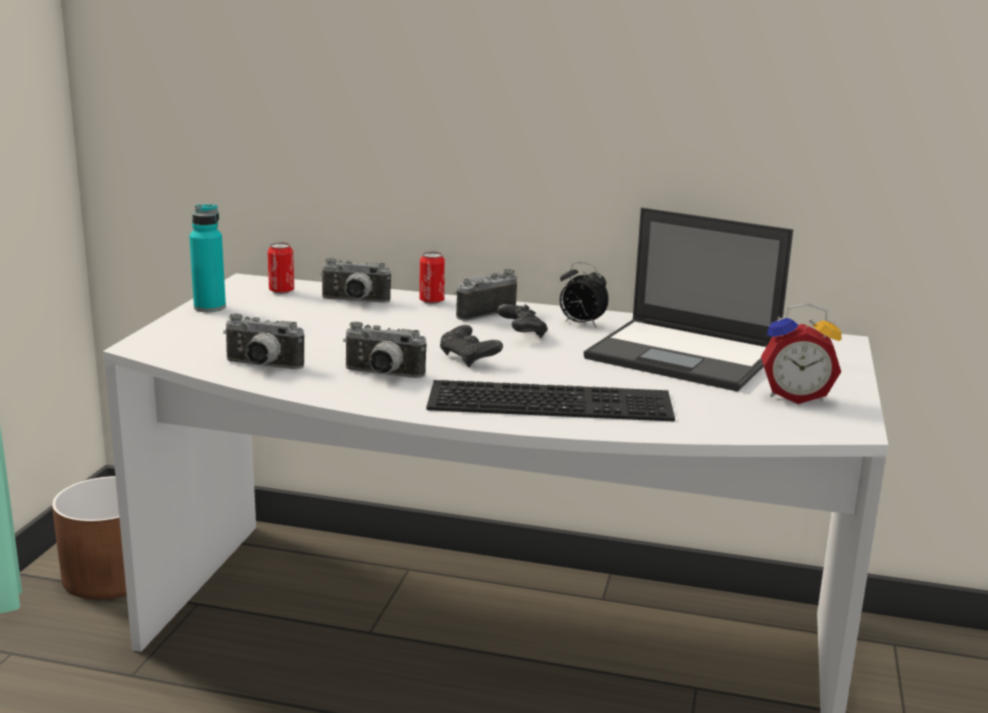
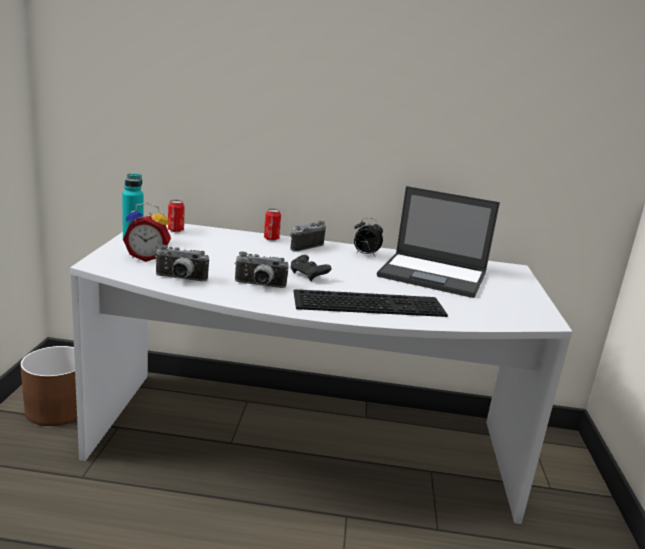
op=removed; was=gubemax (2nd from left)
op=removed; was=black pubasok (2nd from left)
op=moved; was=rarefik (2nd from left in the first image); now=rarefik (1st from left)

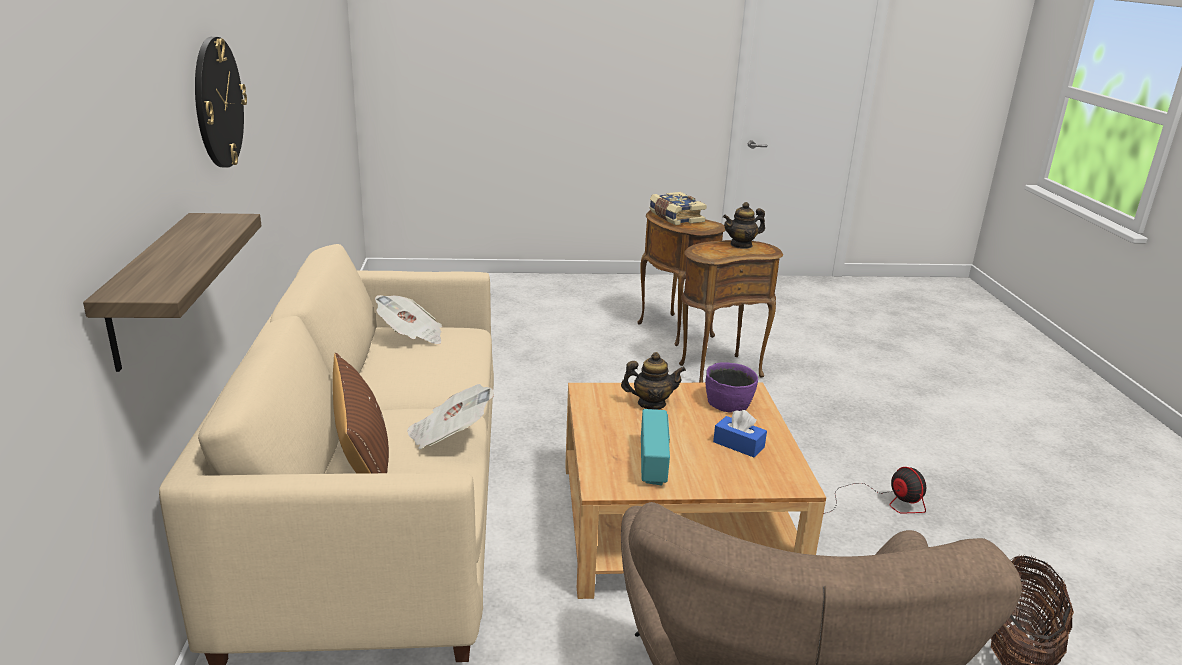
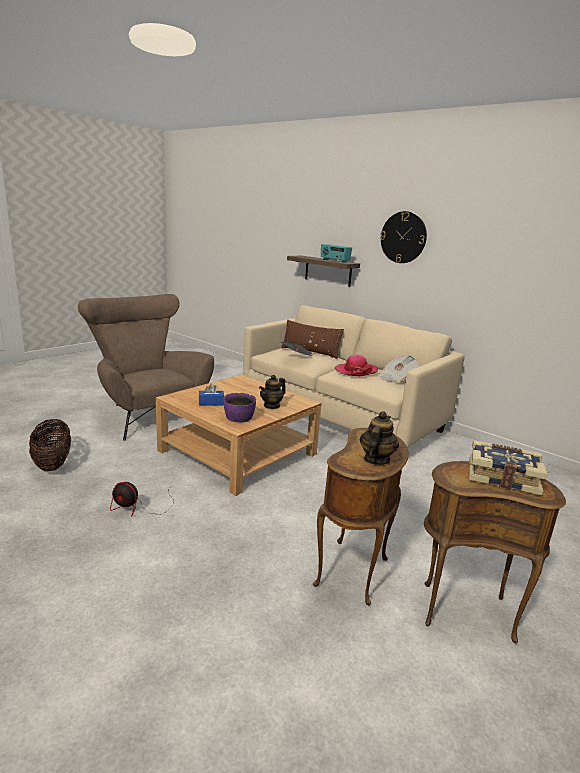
op=moved; was=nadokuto
op=added; now=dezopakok

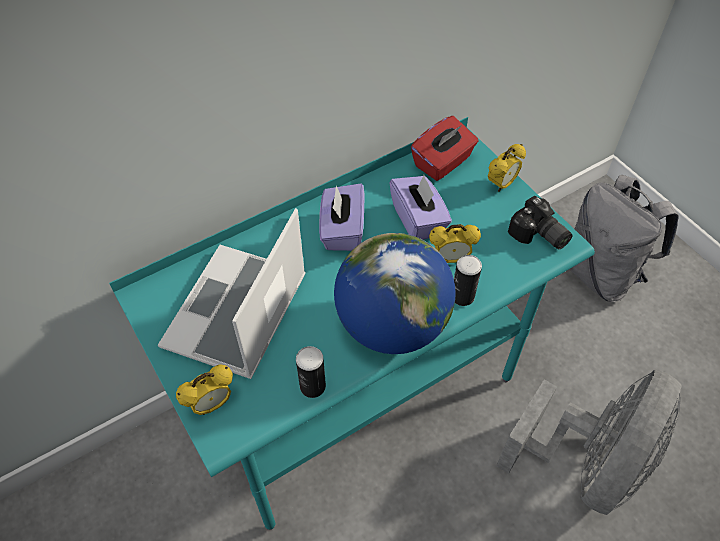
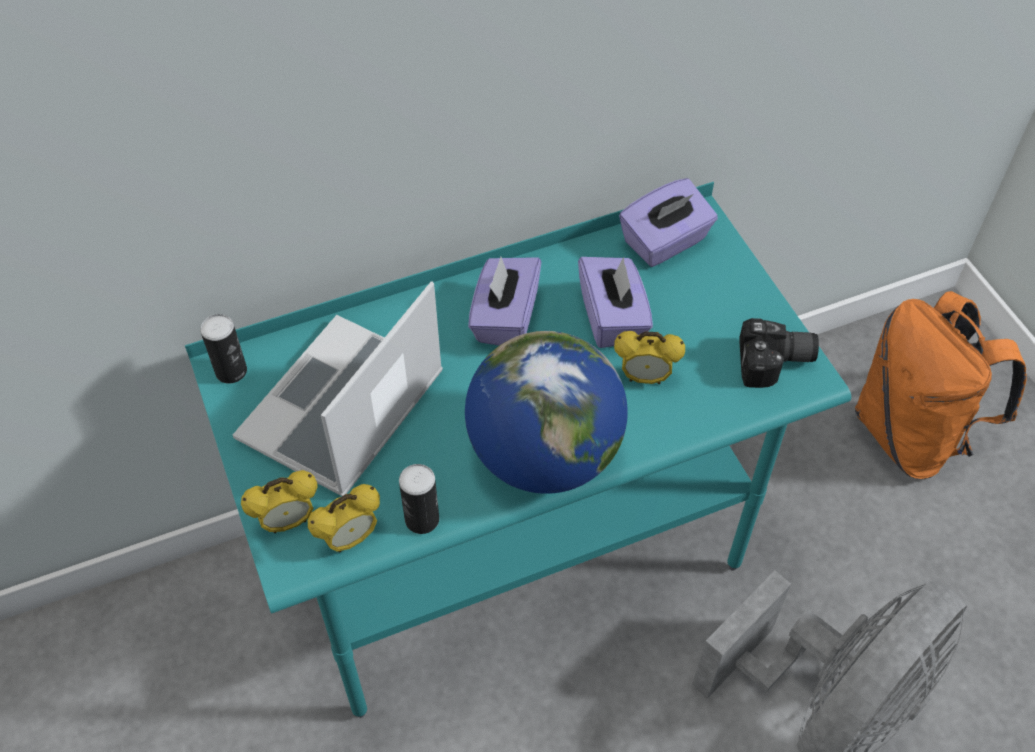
op=recoloured; was=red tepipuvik; now=purple tepipuvik (3rd from left)
op=moved; was=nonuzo (2nd from left in the first image); now=nonuzo (1st from left)
op=moved; was=rarefik (3rd from left in the first image); now=rarefik (2nd from left)
op=turned; was=gubemax; clockwise=-60
op=recoloured; was=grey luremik; now=orange luremik

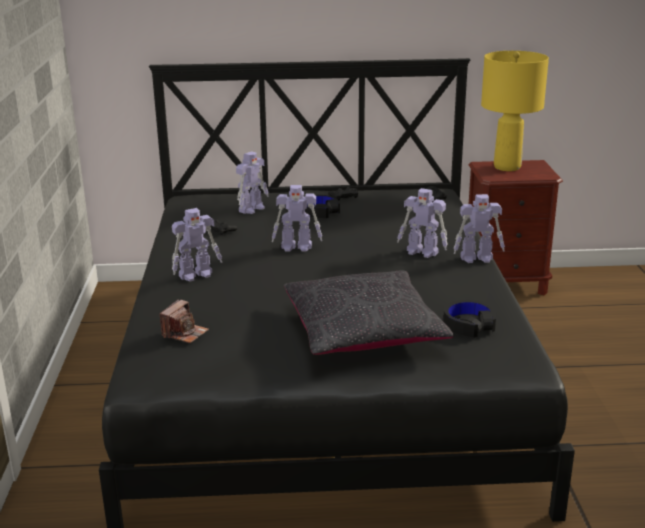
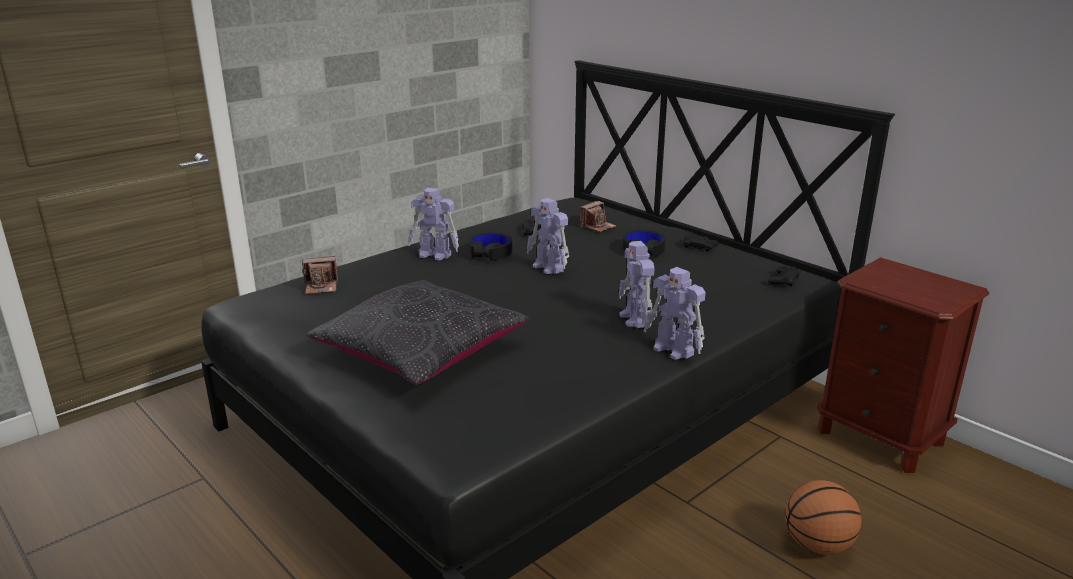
op=replaced; was=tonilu (2nd from left); now=gubemax (2nd from left)
op=moved; was=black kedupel (2nd from left in the first image); now=black kedupel (1st from left)
op=removed; was=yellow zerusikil
op=added; now=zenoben

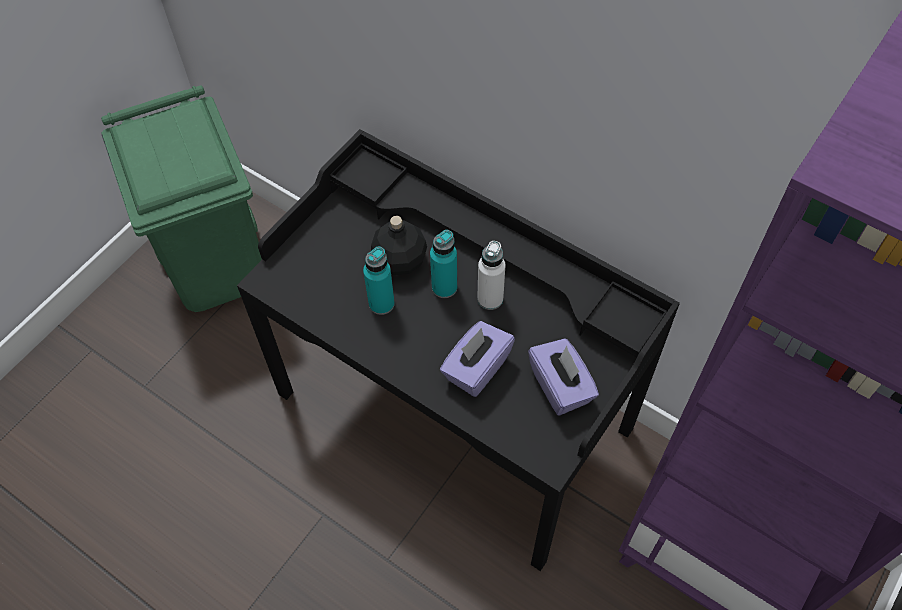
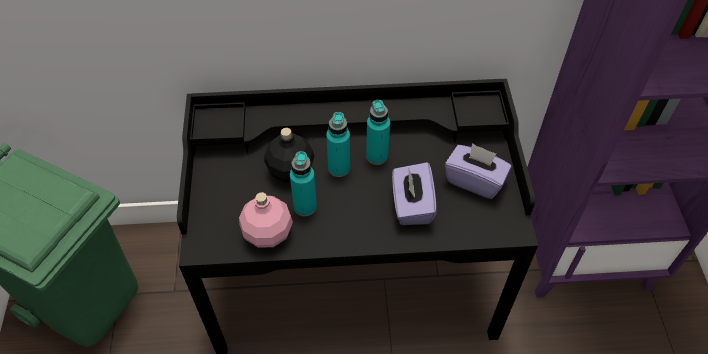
op=recoloured; was=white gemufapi; now=turquoise gemufapi (3rd from left)
op=added; now=pink gemufapi

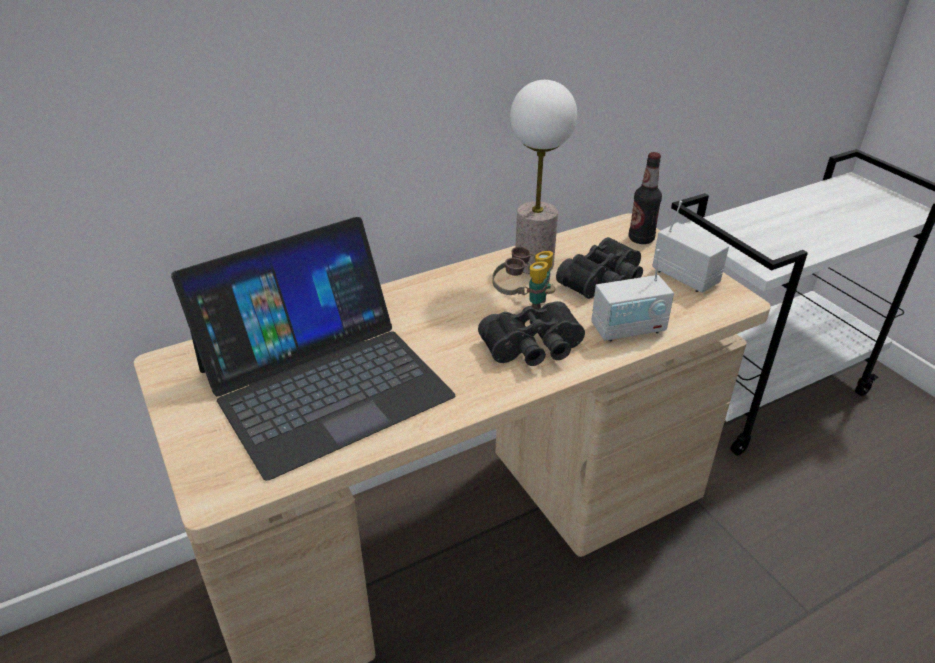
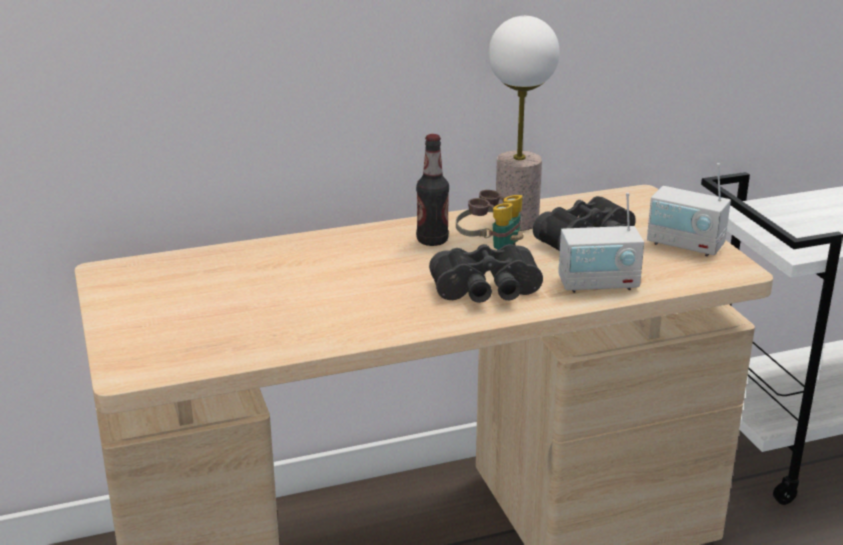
op=removed; was=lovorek
op=moved; was=gemufapi
op=turned; was=nadokuto (2nd from left); clockwise=150

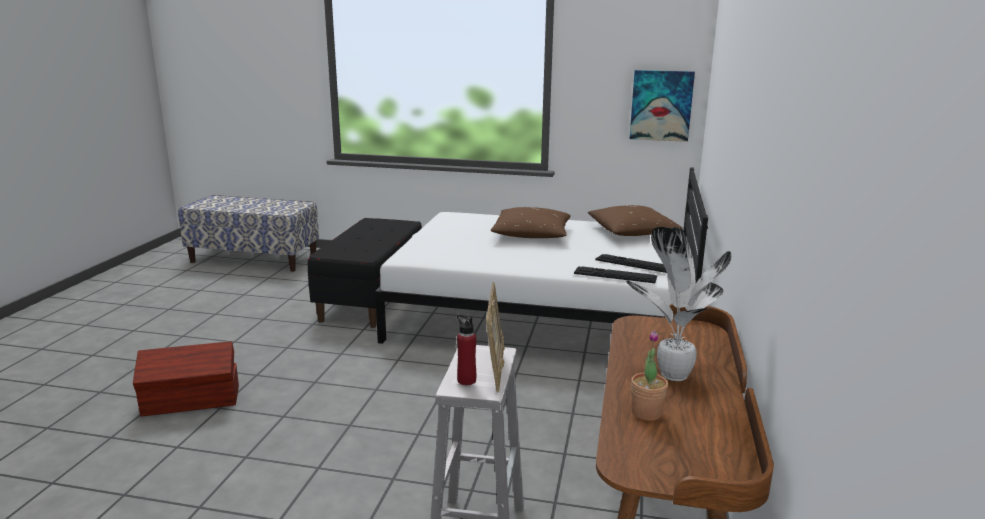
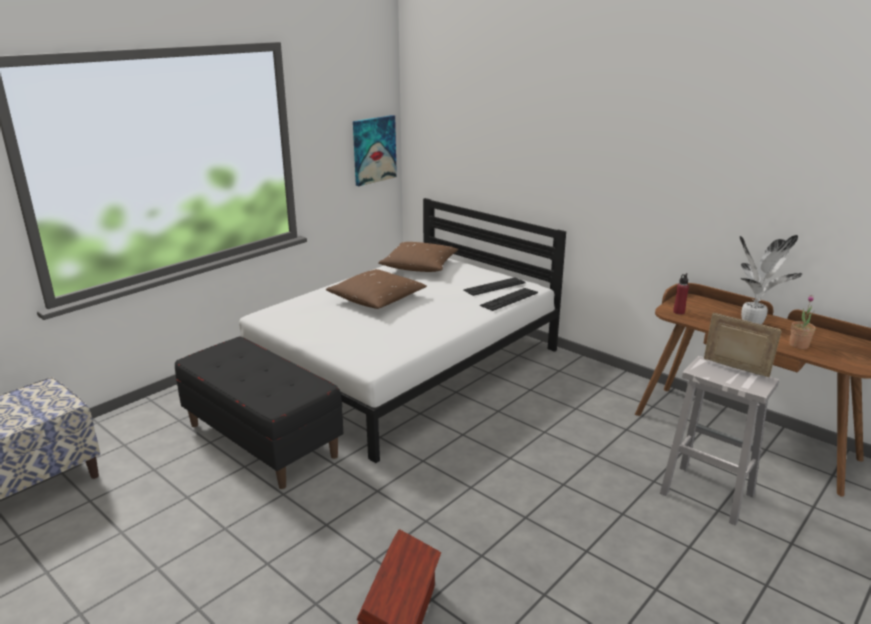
op=moved; was=red gemufapi

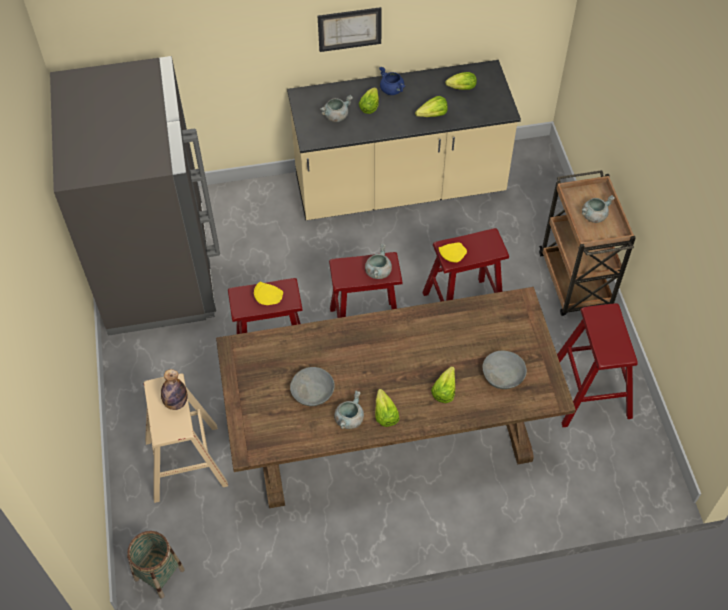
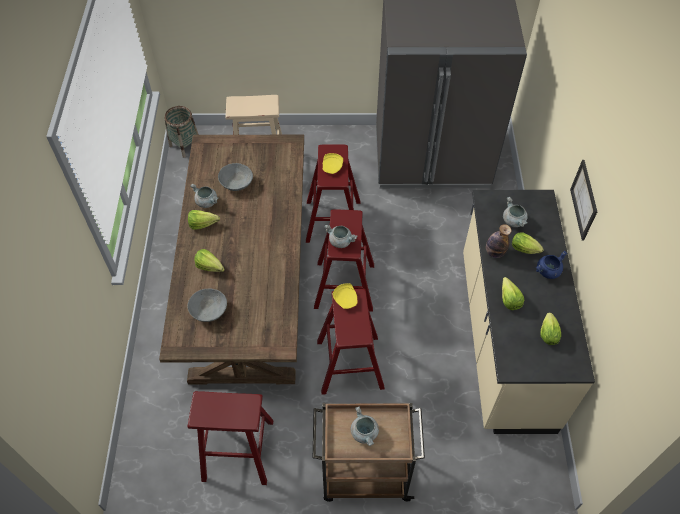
op=moved; was=gemufapi

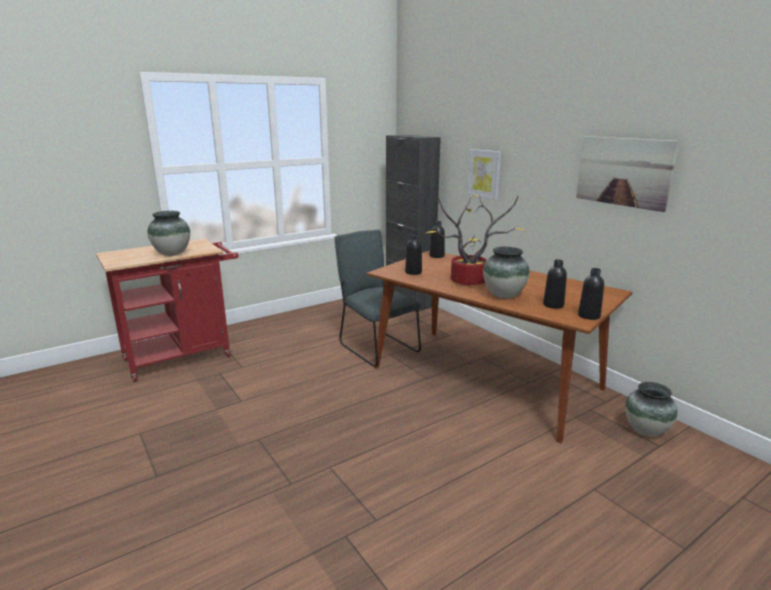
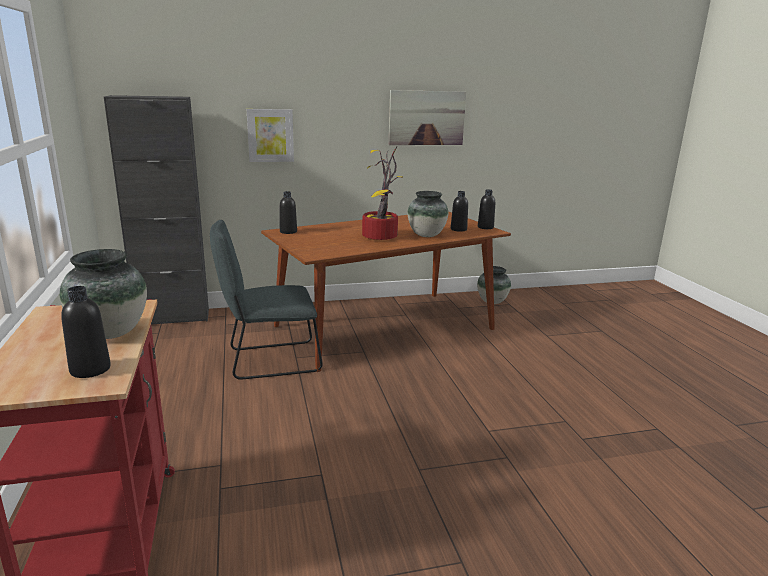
op=moved; was=black gemufapi (1st from left)

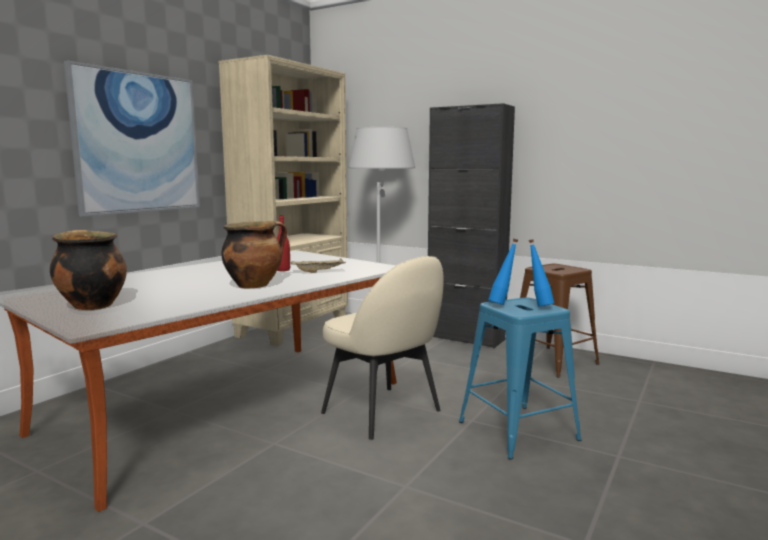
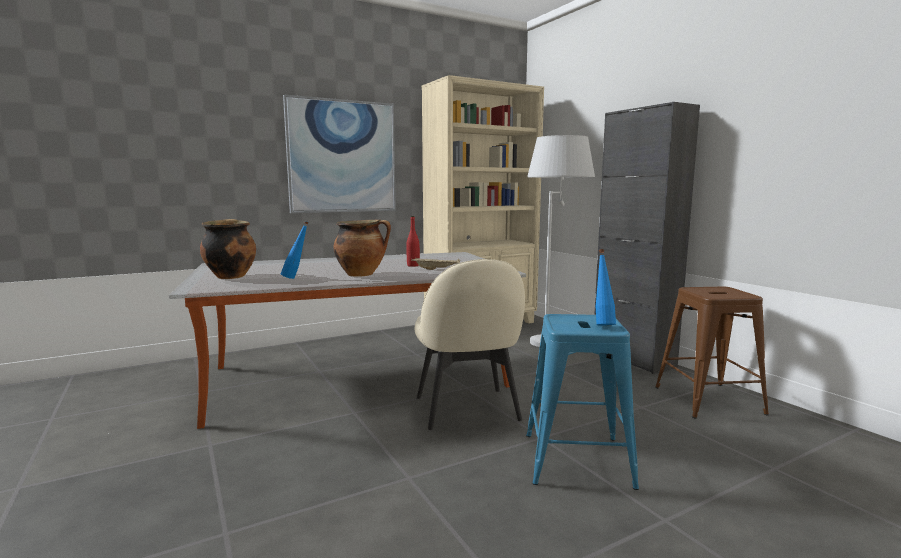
op=moved; was=blue gemufapi (1st from left)

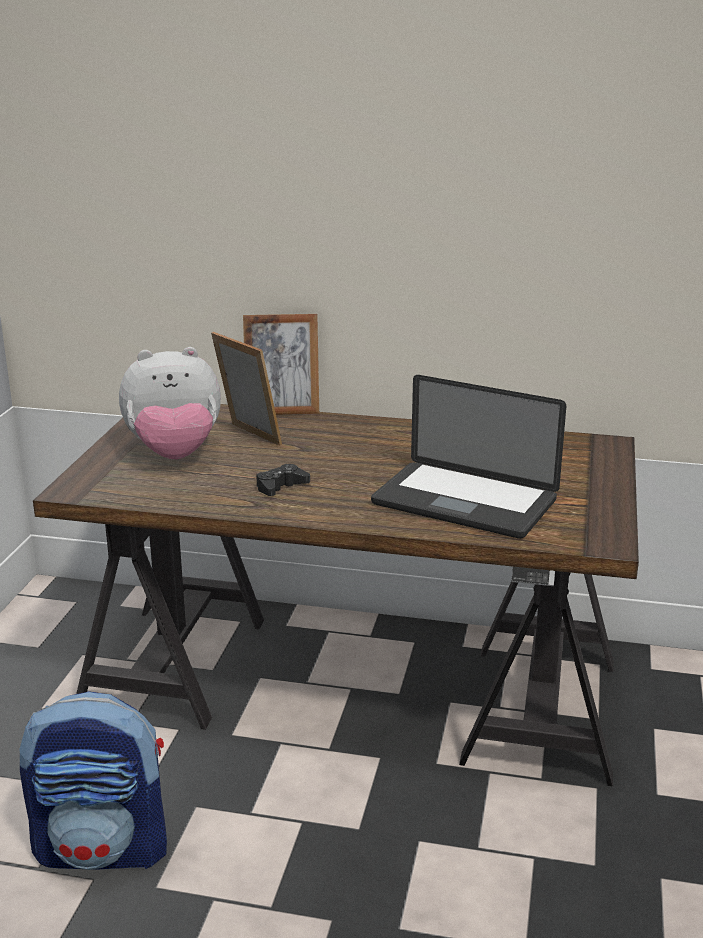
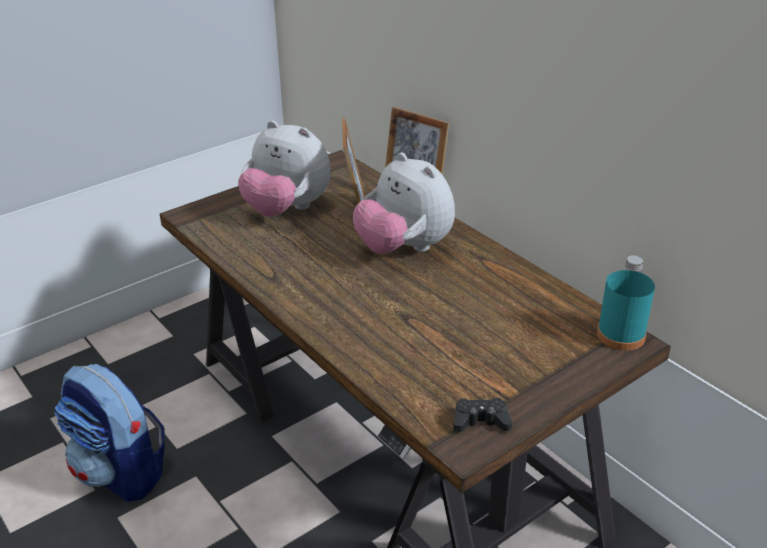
op=moved; was=black pubasok
op=removed; was=lovorek
op=added; now=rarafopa (2nd from left)
op=added; now=turquoise gemufapi

